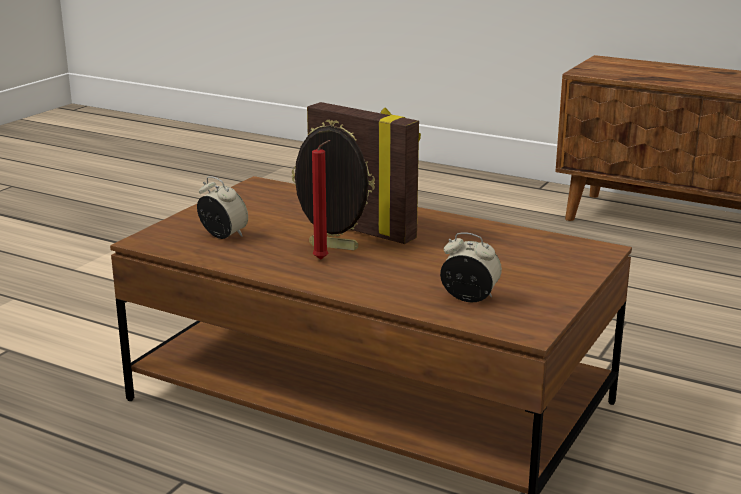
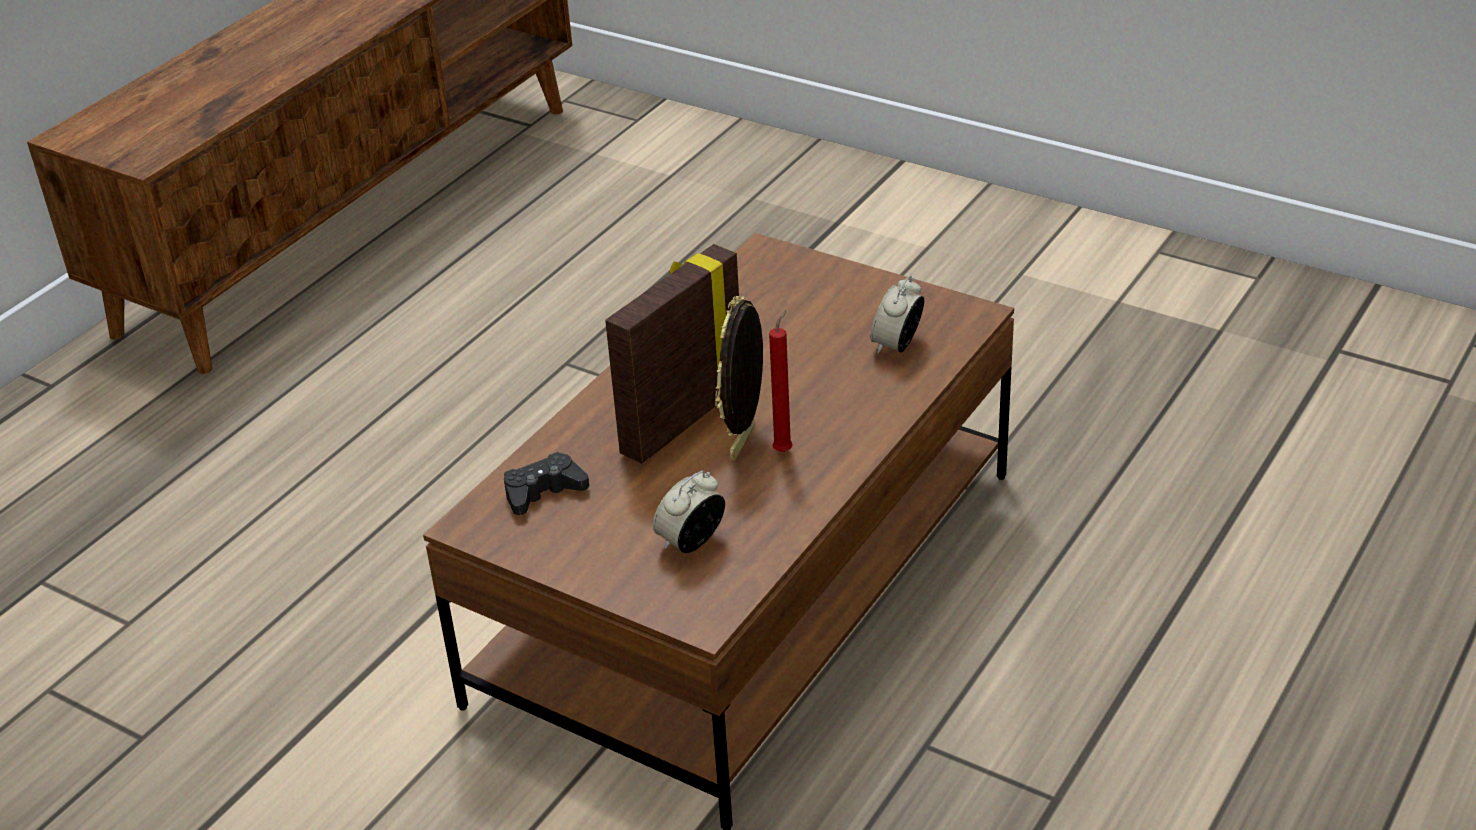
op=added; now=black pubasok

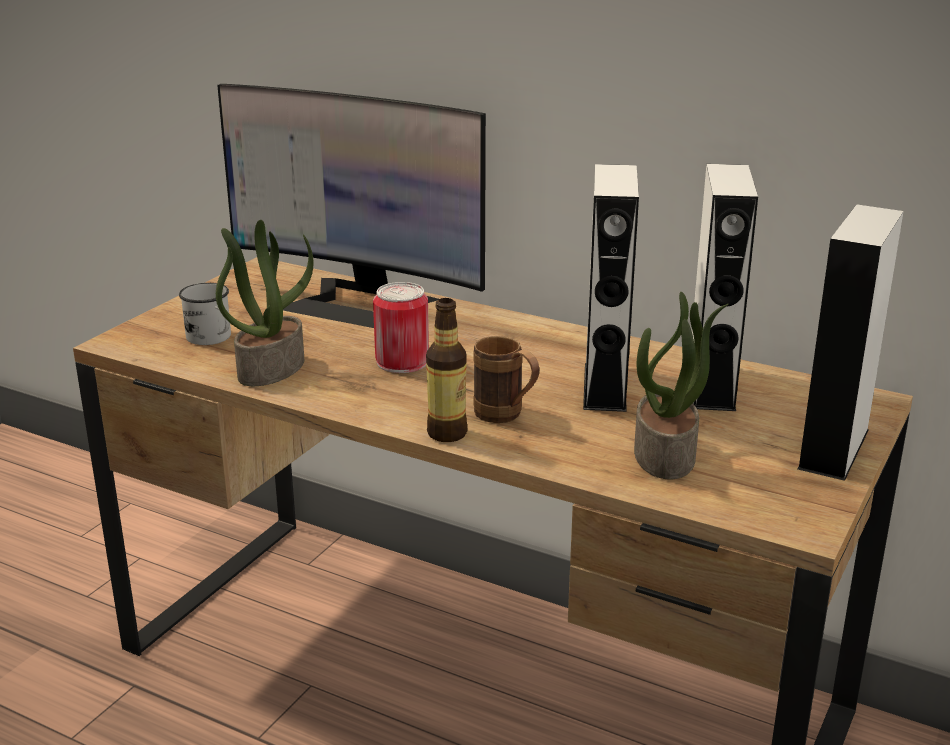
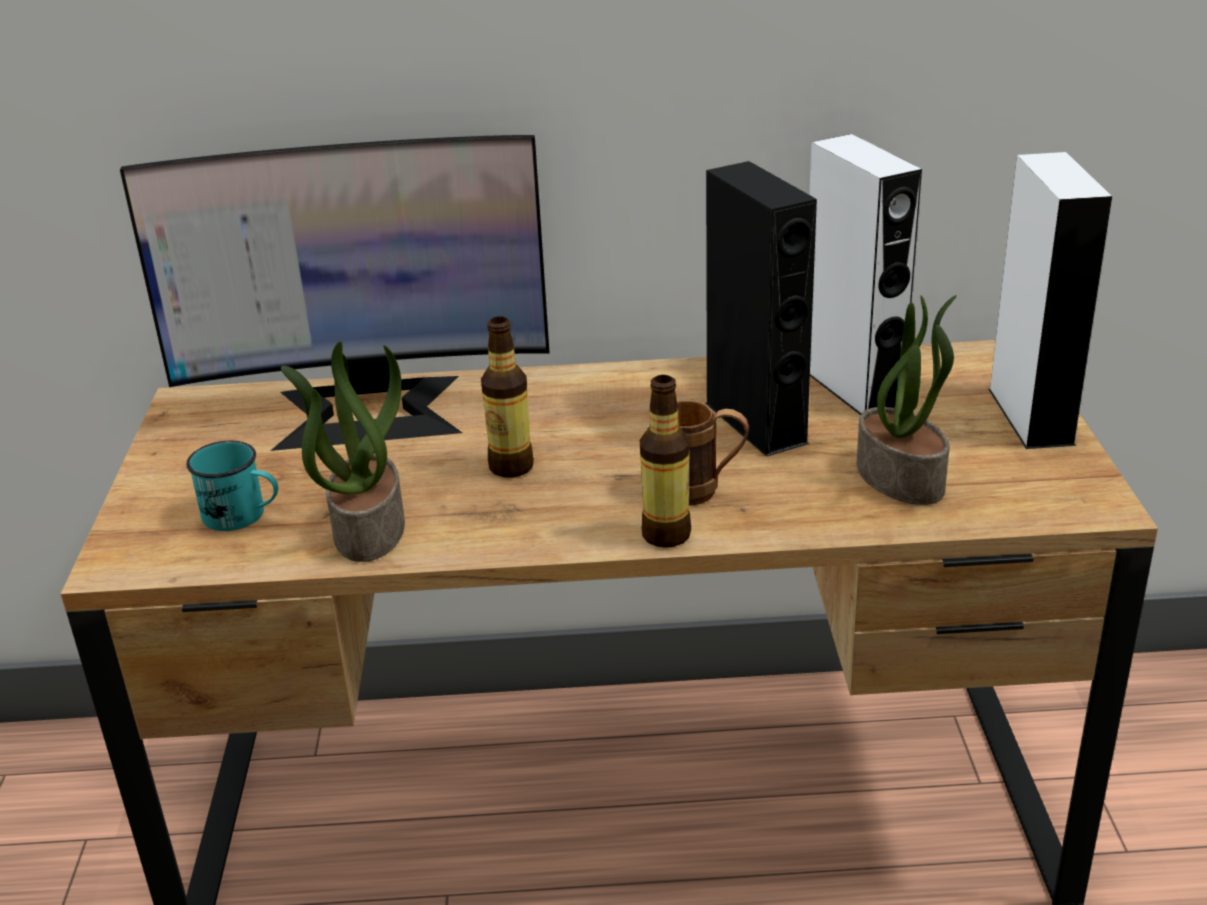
op=recoloured; was=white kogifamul; now=turquoise kogifamul
op=replaced; was=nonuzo; now=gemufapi (1st from left)
op=recoloured; was=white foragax (1st from left); now=black foragax

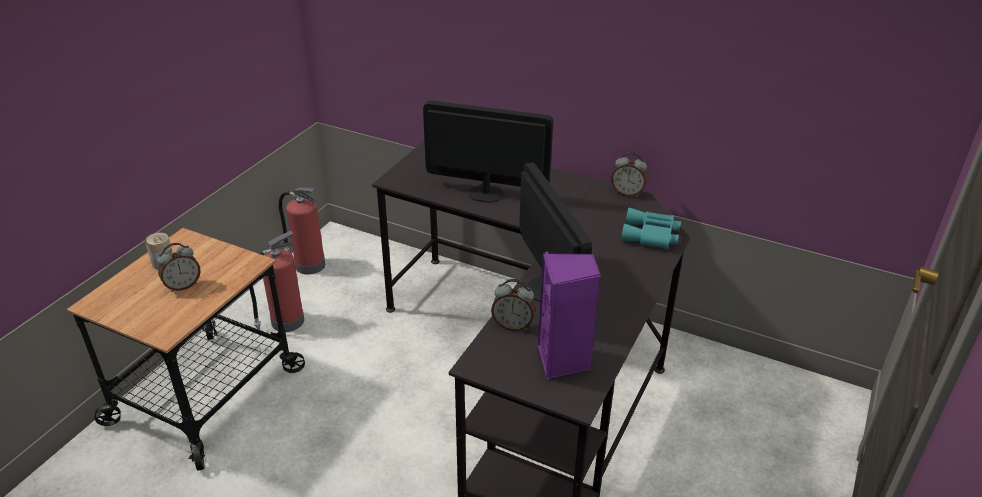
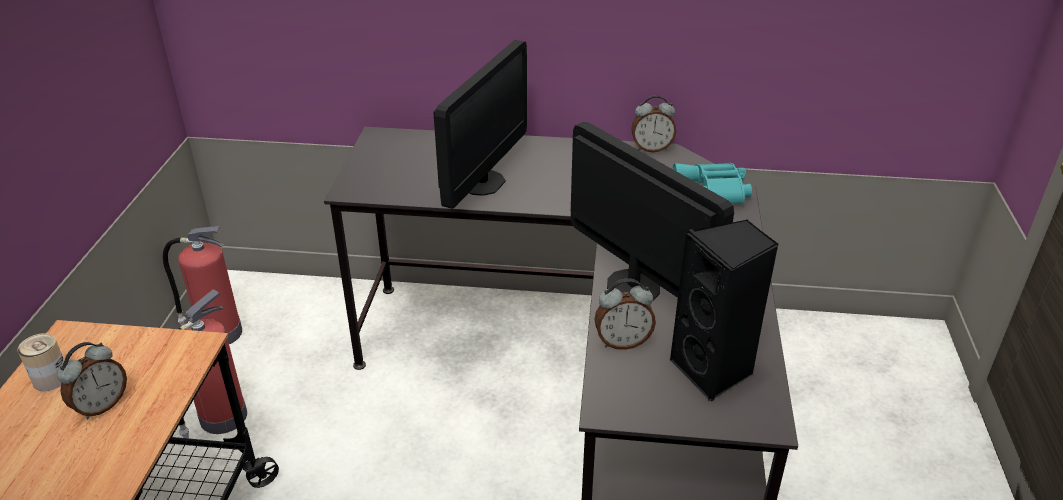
op=turned; was=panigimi (1st from left); clockwise=120
op=recoloured; was=purple foragax; now=black foragax

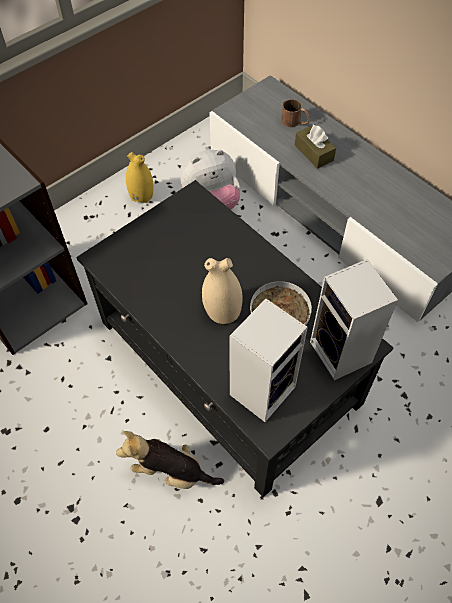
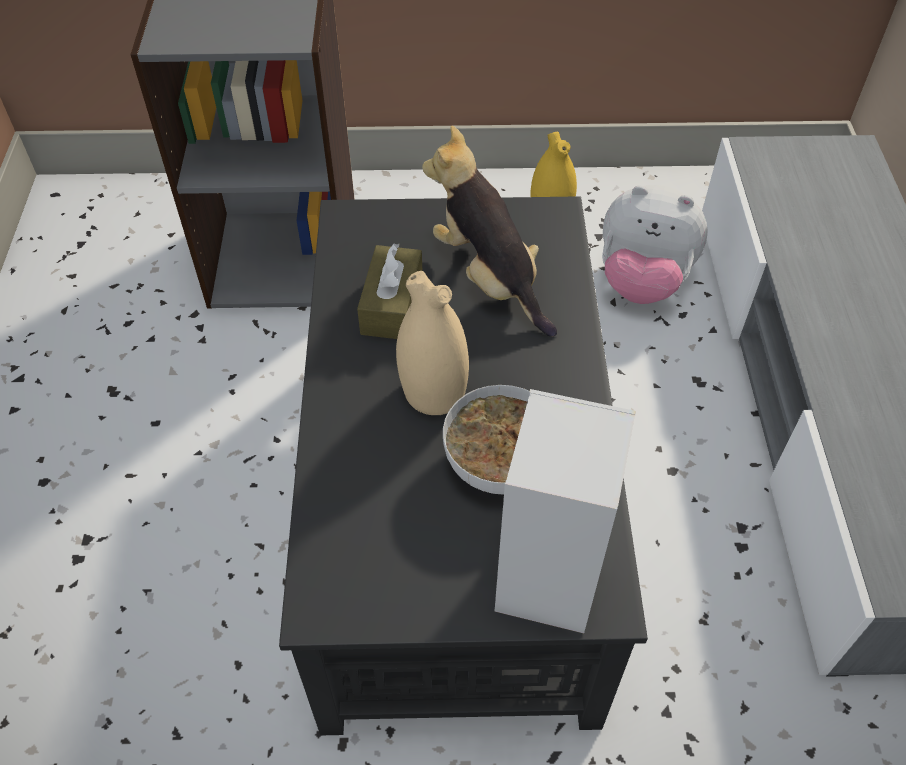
op=moved; was=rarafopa (1st from left)
op=removed; was=foragax (1st from left)
op=removed; was=brown kogifamul
op=moved; was=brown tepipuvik

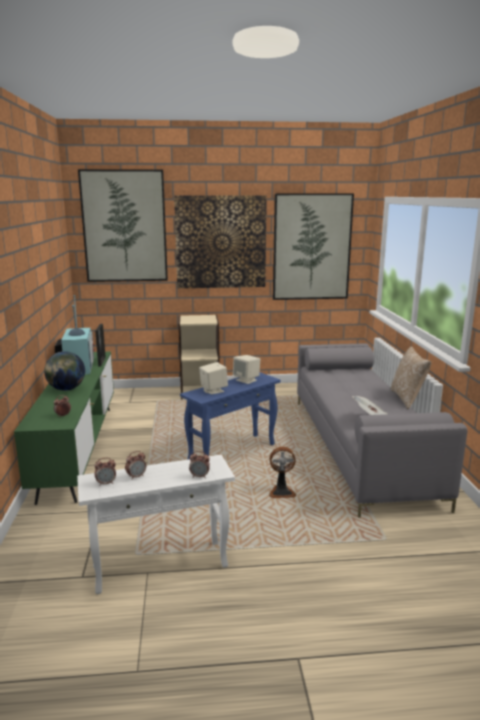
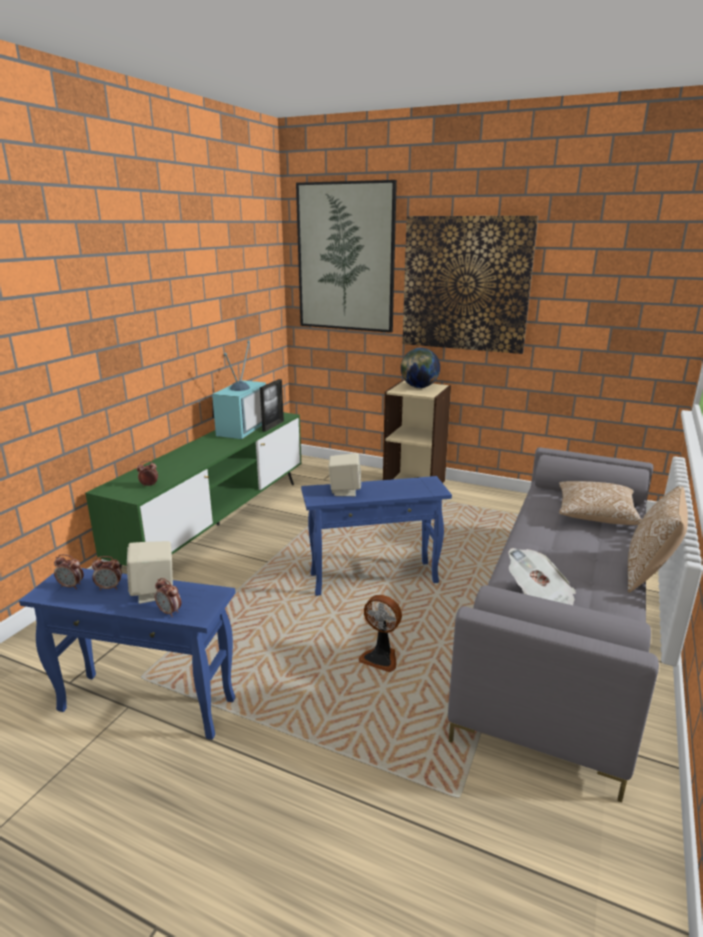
op=moved; was=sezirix
op=recoloured; was=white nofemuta; now=blue nofemuta (1st from left)
op=moved; was=beige foragax (2nd from left in the first image); now=beige foragax (1st from left)
op=removed; was=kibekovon (3rd from left)
op=added; now=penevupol (1st from left)

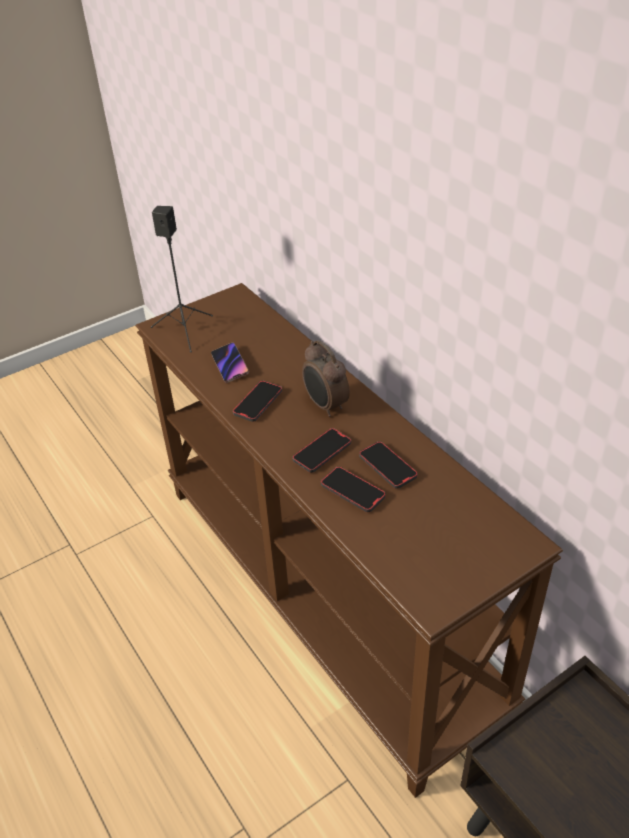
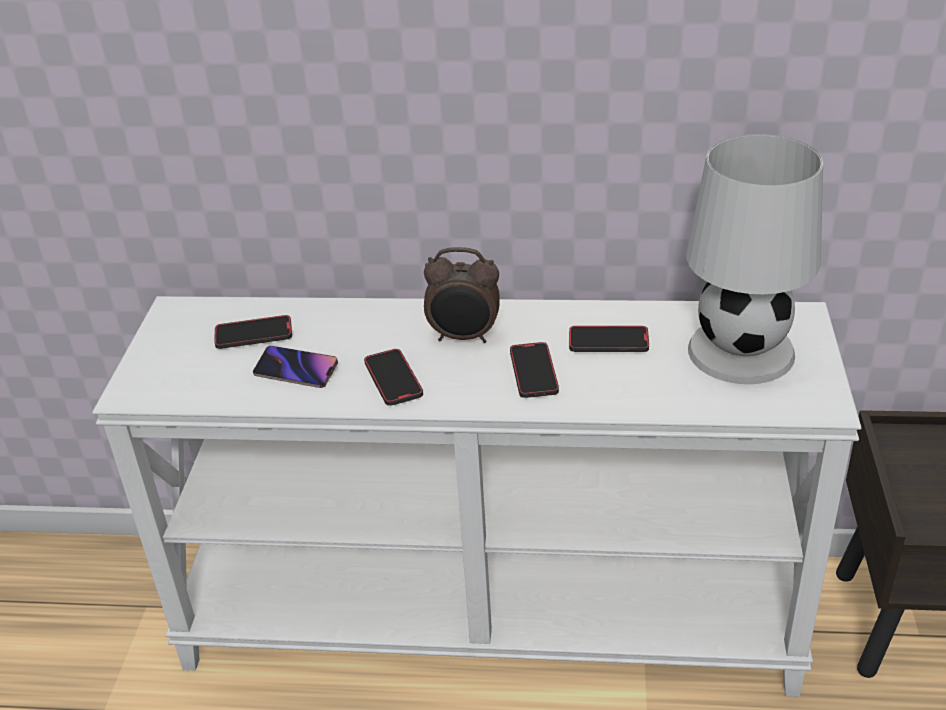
op=recoloured; was=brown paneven; now=white paneven
op=removed; was=black foragax
op=moved; was=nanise (4th from left in the first image); now=nanise (1st from left)
op=added; now=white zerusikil

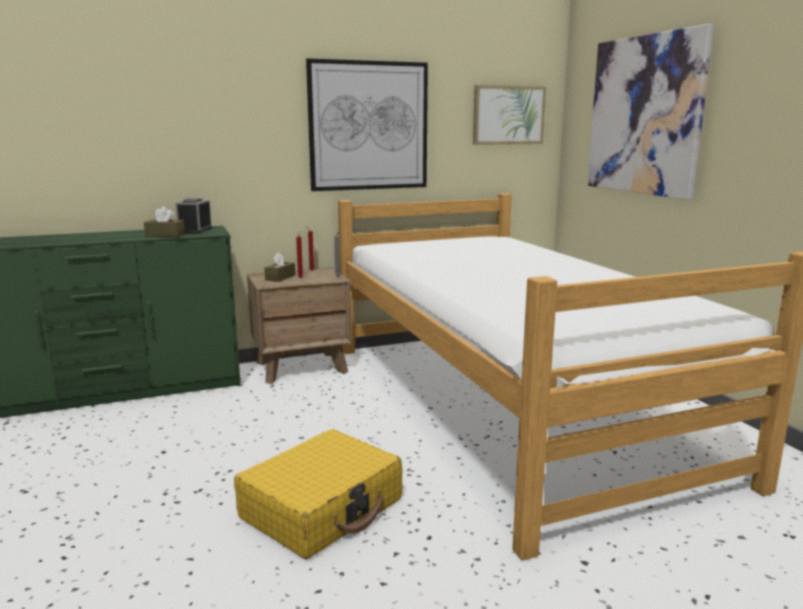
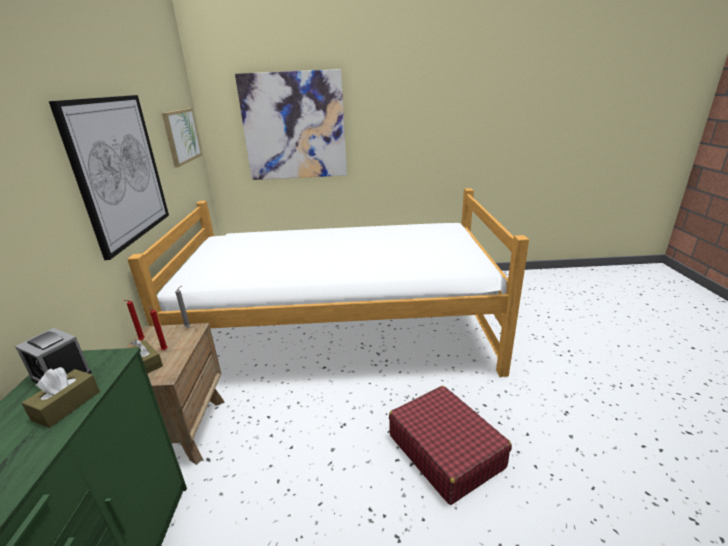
op=recoloured; was=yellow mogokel; now=red mogokel

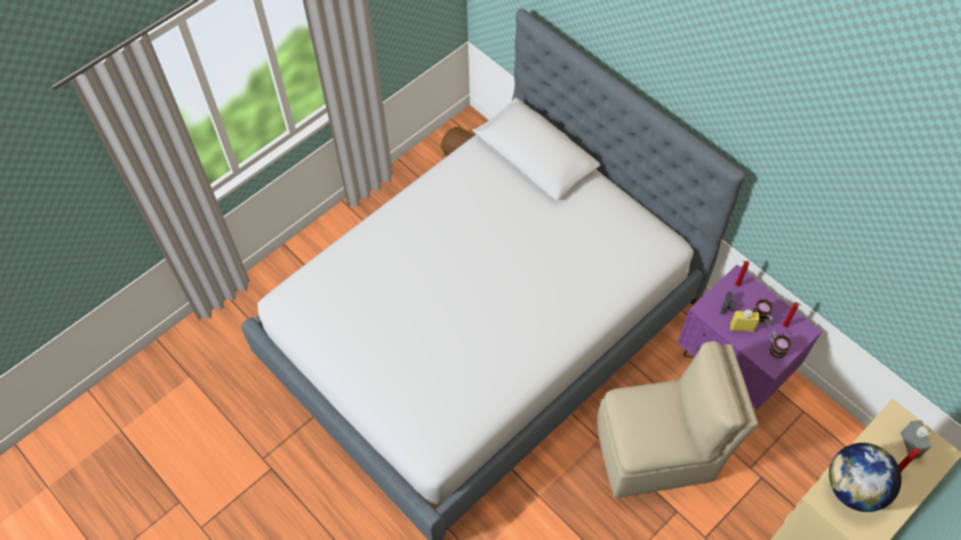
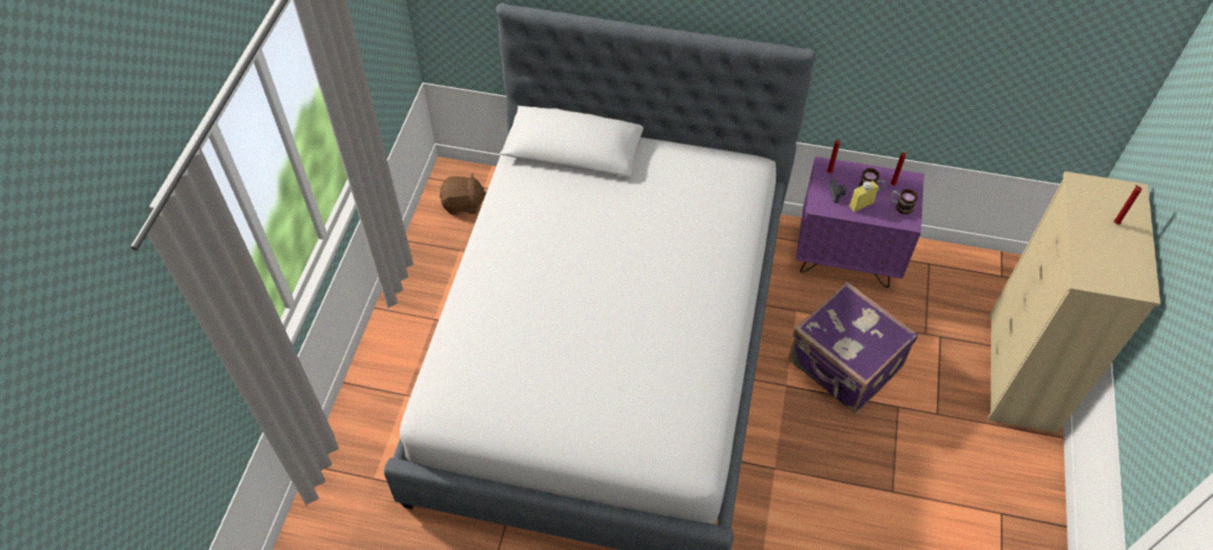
op=replaced; was=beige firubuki; now=purple mogokel
op=removed; was=sezirix
op=removed; was=grey gemufapi

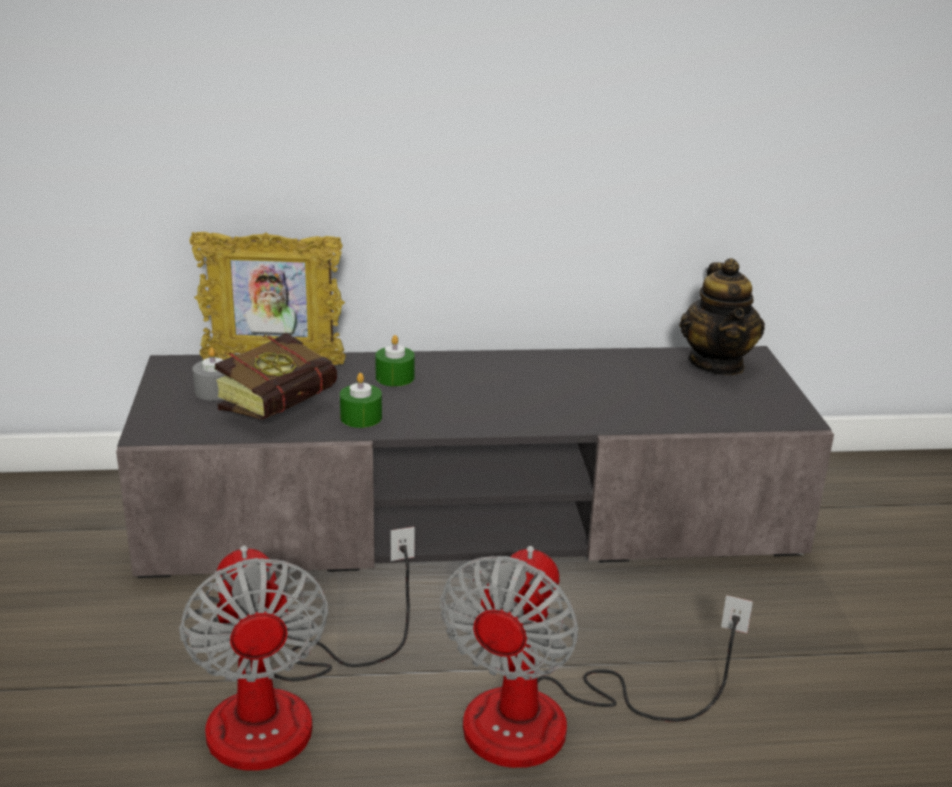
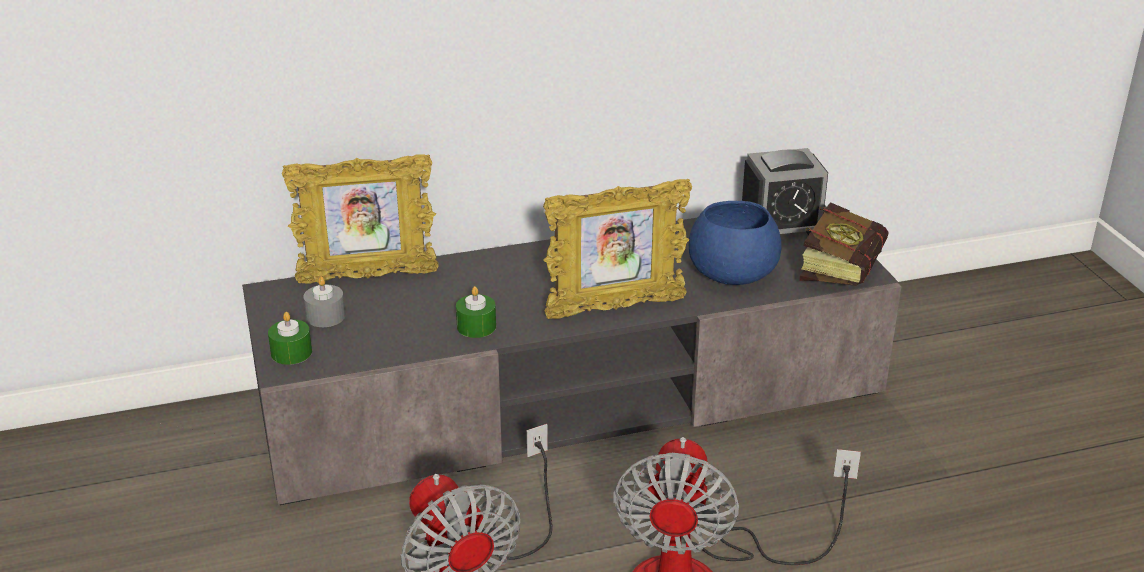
op=moved; was=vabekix
op=moved; was=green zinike (2nd from left in the first image); now=green zinike (1st from left)
op=replaced; was=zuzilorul; now=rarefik
op=added; now=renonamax (2nd from left)
op=added; now=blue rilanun

